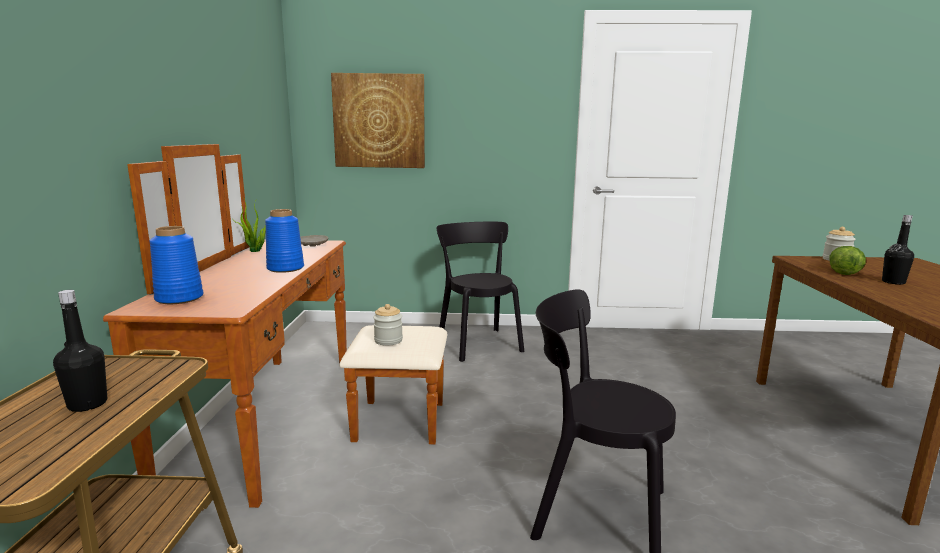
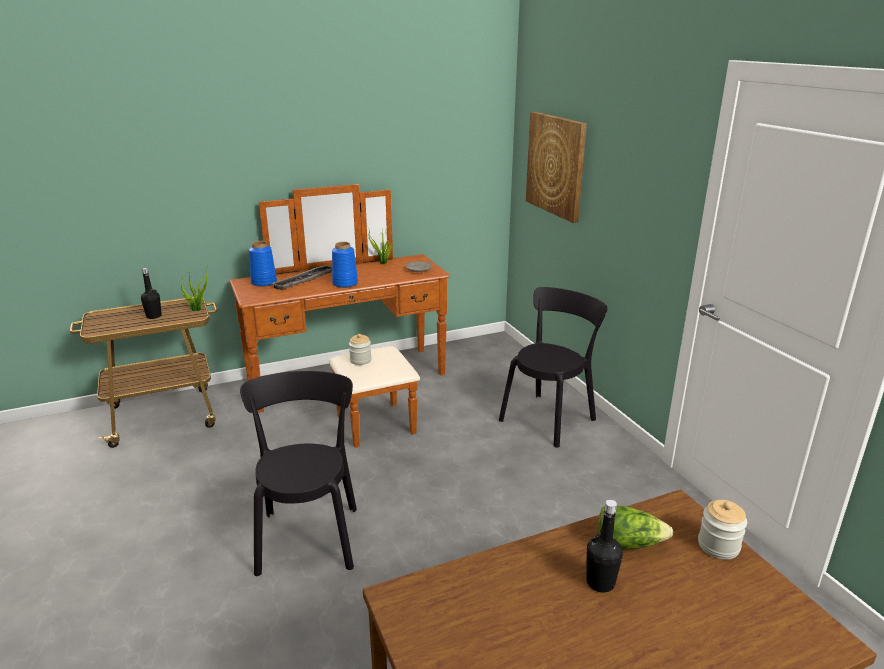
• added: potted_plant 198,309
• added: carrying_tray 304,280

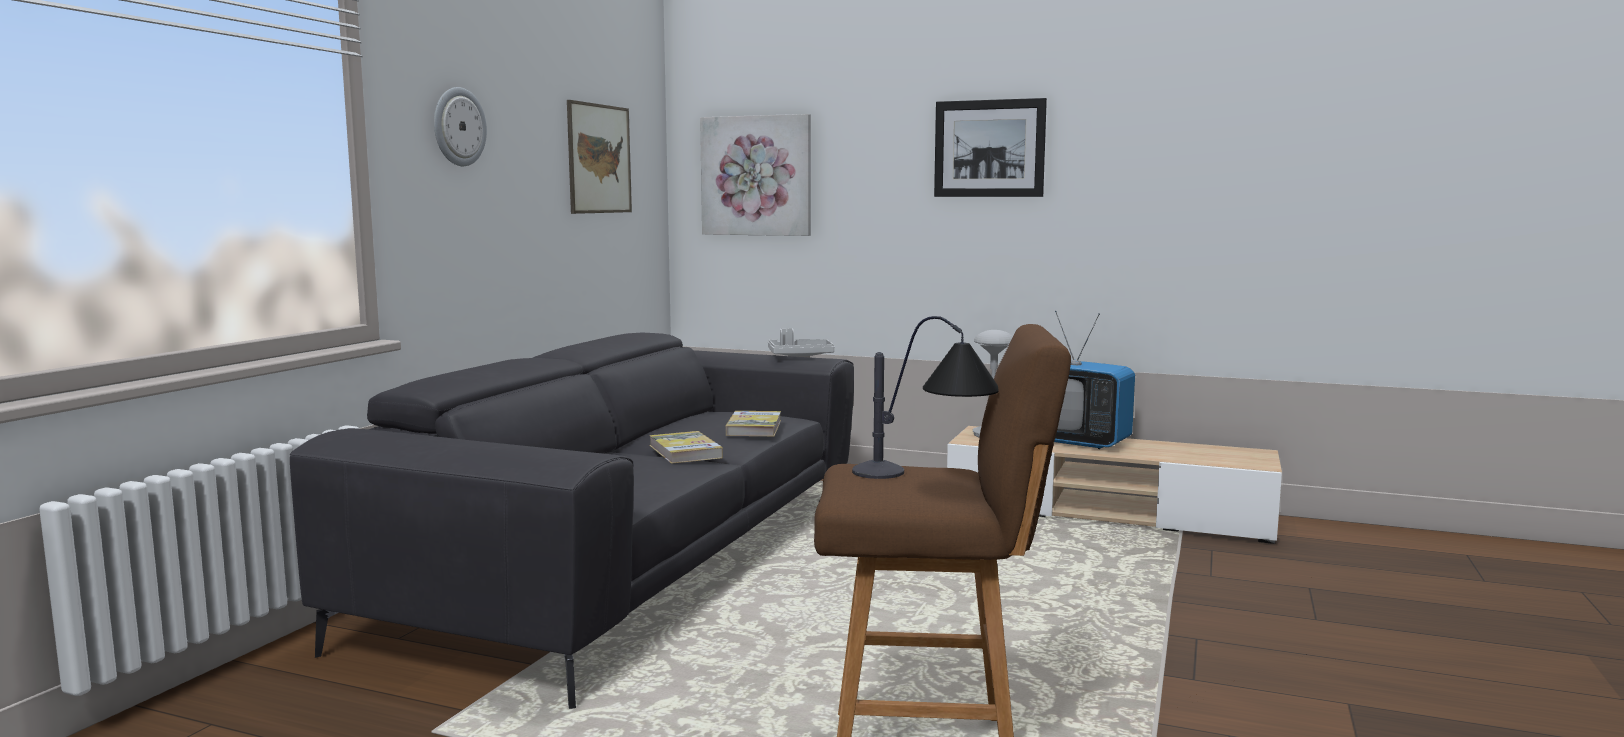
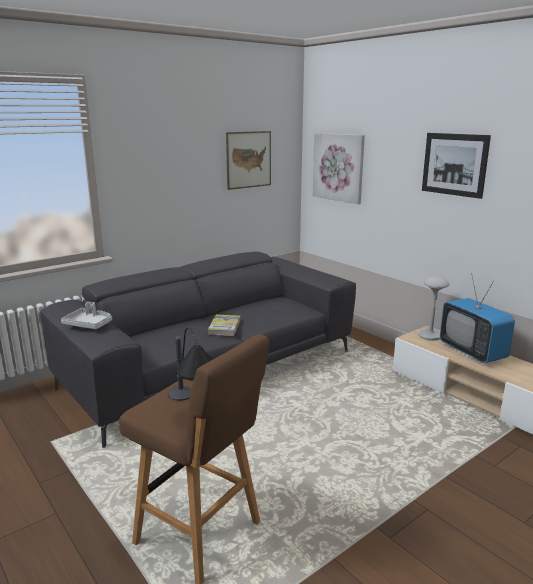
• moved: gray_carrying_tray 799,356 to 89,324
• removed: hanging_clock 458,127
• removed: book 754,428

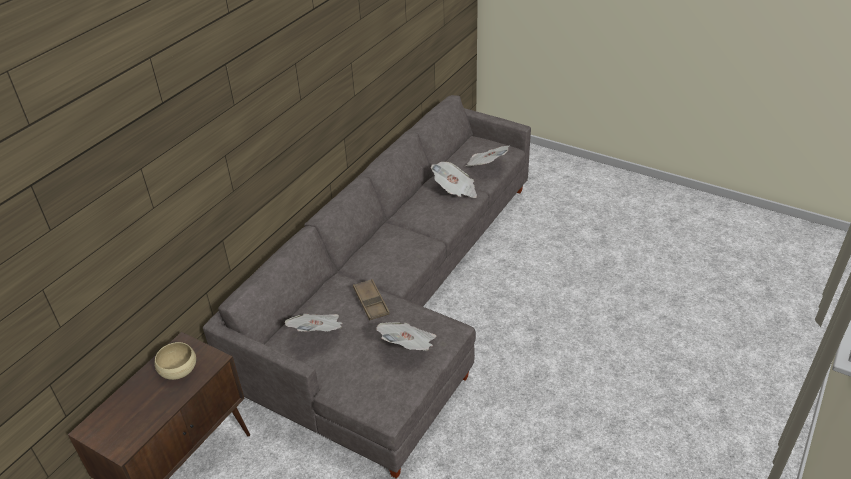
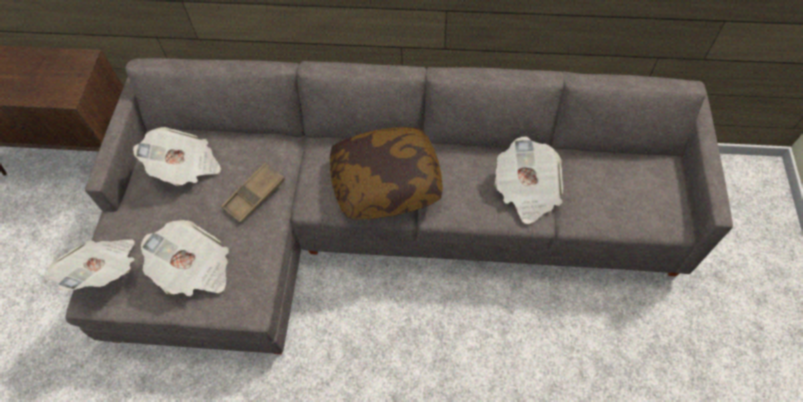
• moved: daily_paper 486,166 to 105,270
• added: pillow 386,183
• removed: beige_serving_bowl 178,369

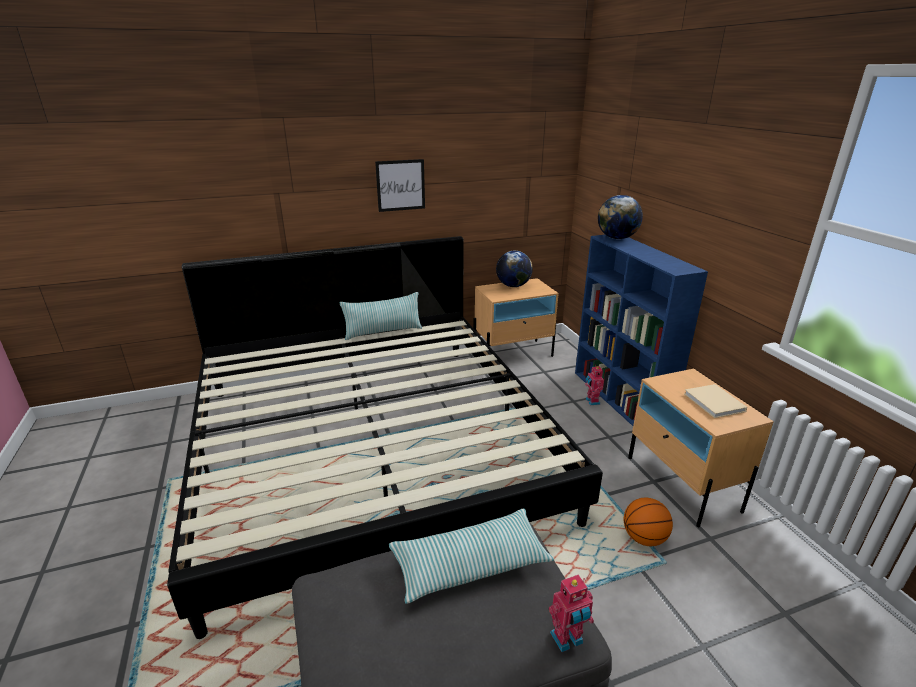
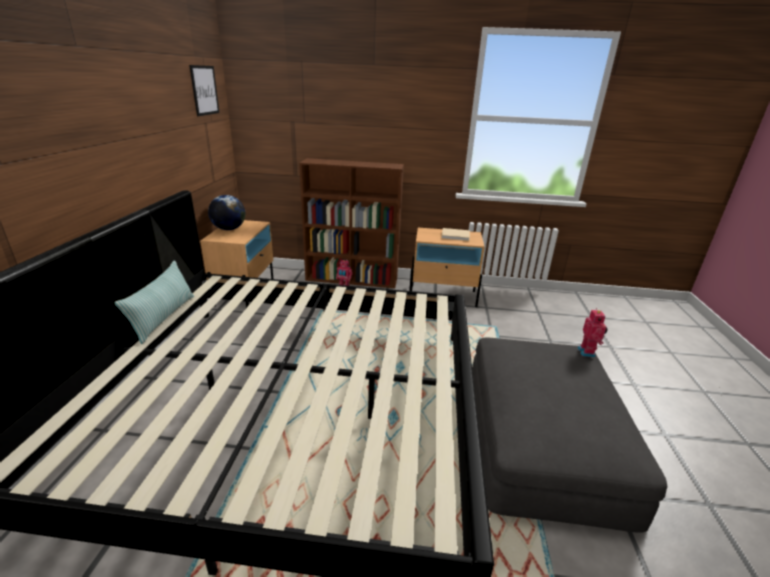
• moved: wall_picture 400,185 to 204,90
• recoloured: blue-coloured_shelving_unit 620,399 to brown-coloured_shelving_unit 353,279
• removed: pillow 470,564
• removed: globe 617,238
• removed: basketball 644,538

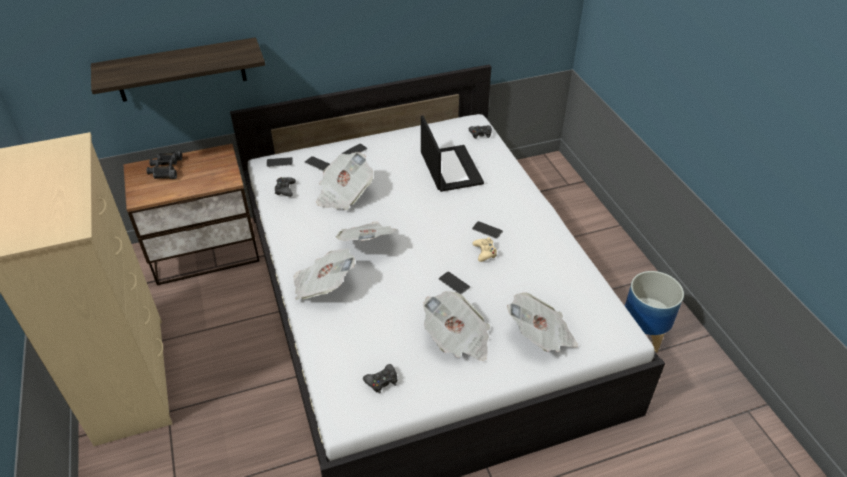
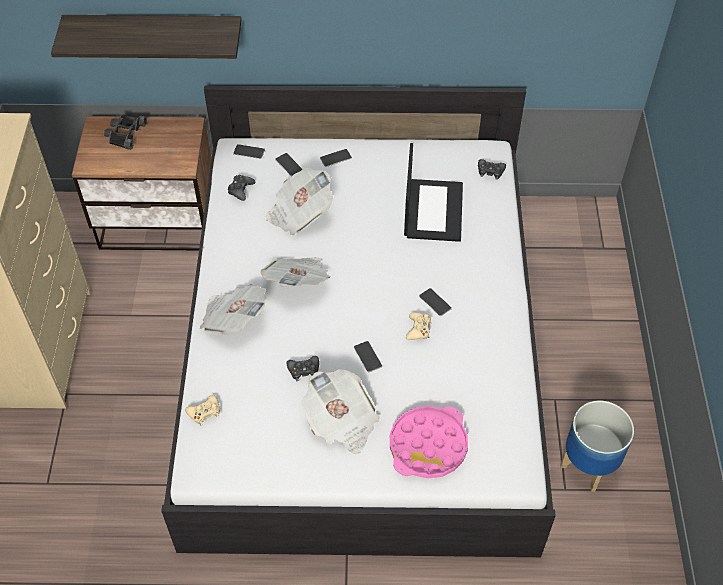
• added: beige_game_controller 204,412
• moved: blackish_game_controller 382,381 to 304,370
• replaced: daily_paper 541,336 to pink_carrying_tray 428,446

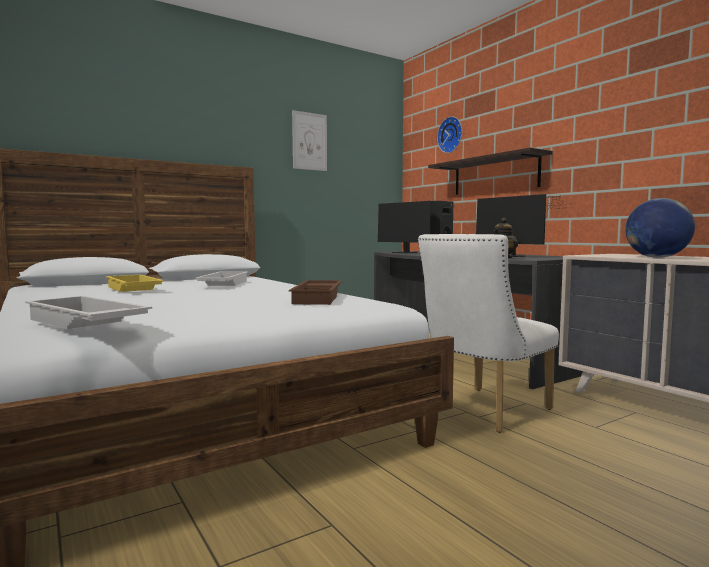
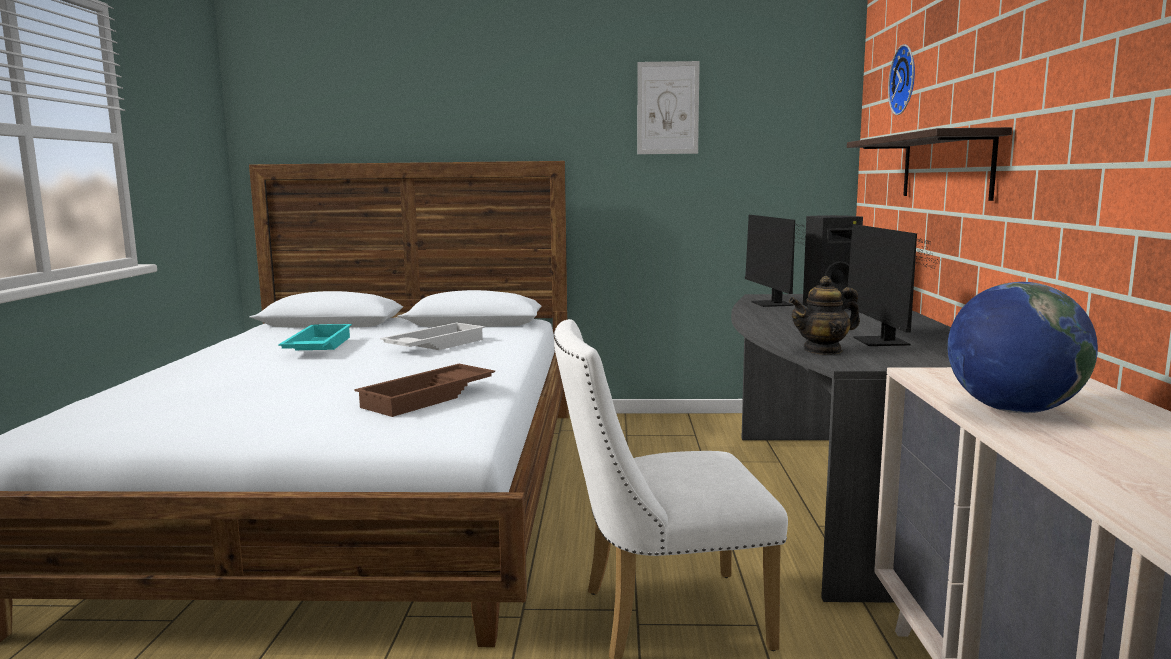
• recoloured: yellow_carrying_tray 132,289 to blue-green_carrying_tray 317,347
• removed: white-coloured_carrying_tray 84,323

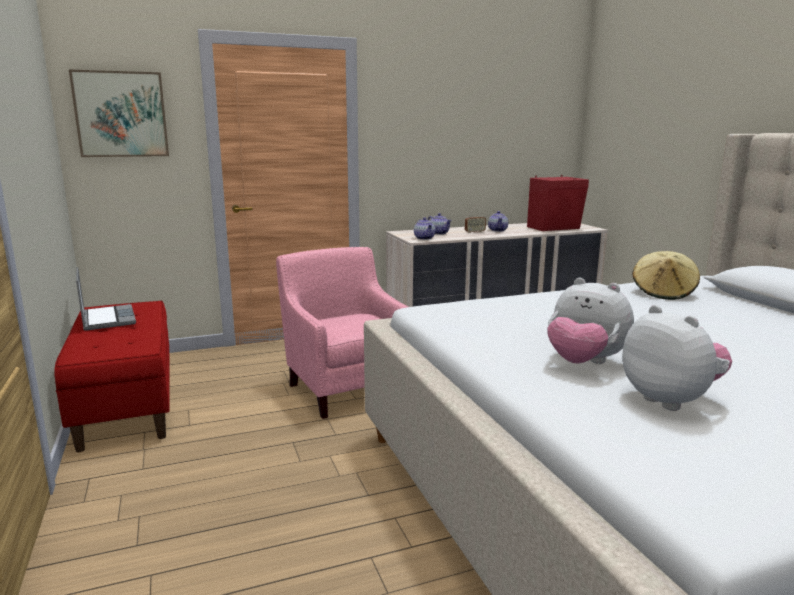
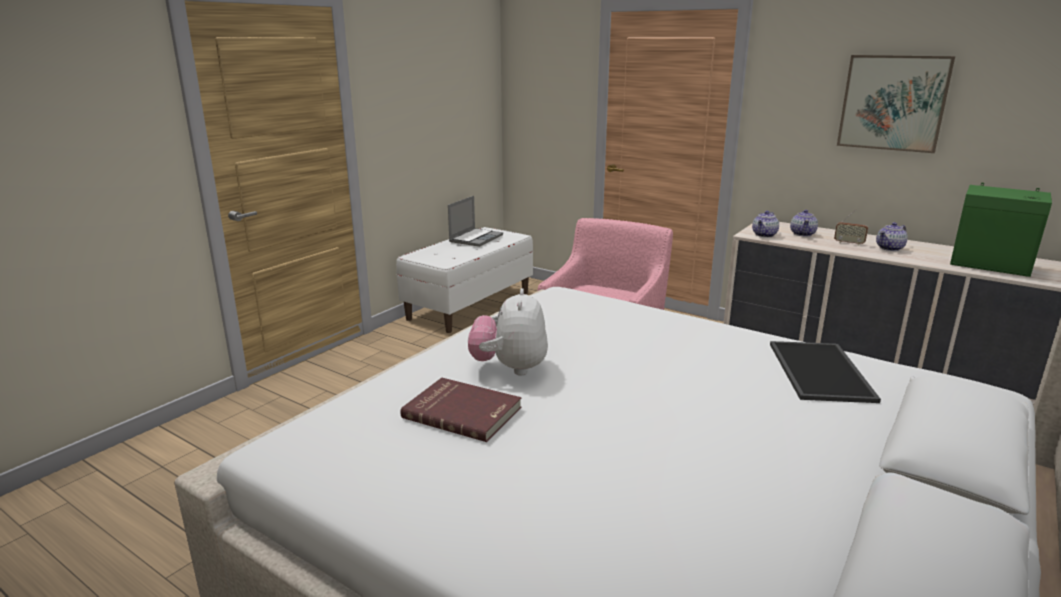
• recoloured: red-coloured_long_seat 126,405 to white-coloured_long_seat 469,305
• replaced: cuddly_toy 670,400 to red-coloured_book 463,412
• replaced: beige_hat 663,293 to carrying_tray 822,372
• moved: wall_picture 121,114 to 893,103
• recoloured: red-coloured_loudspeaker 555,228 to green-coloured_loudspeaker 991,266

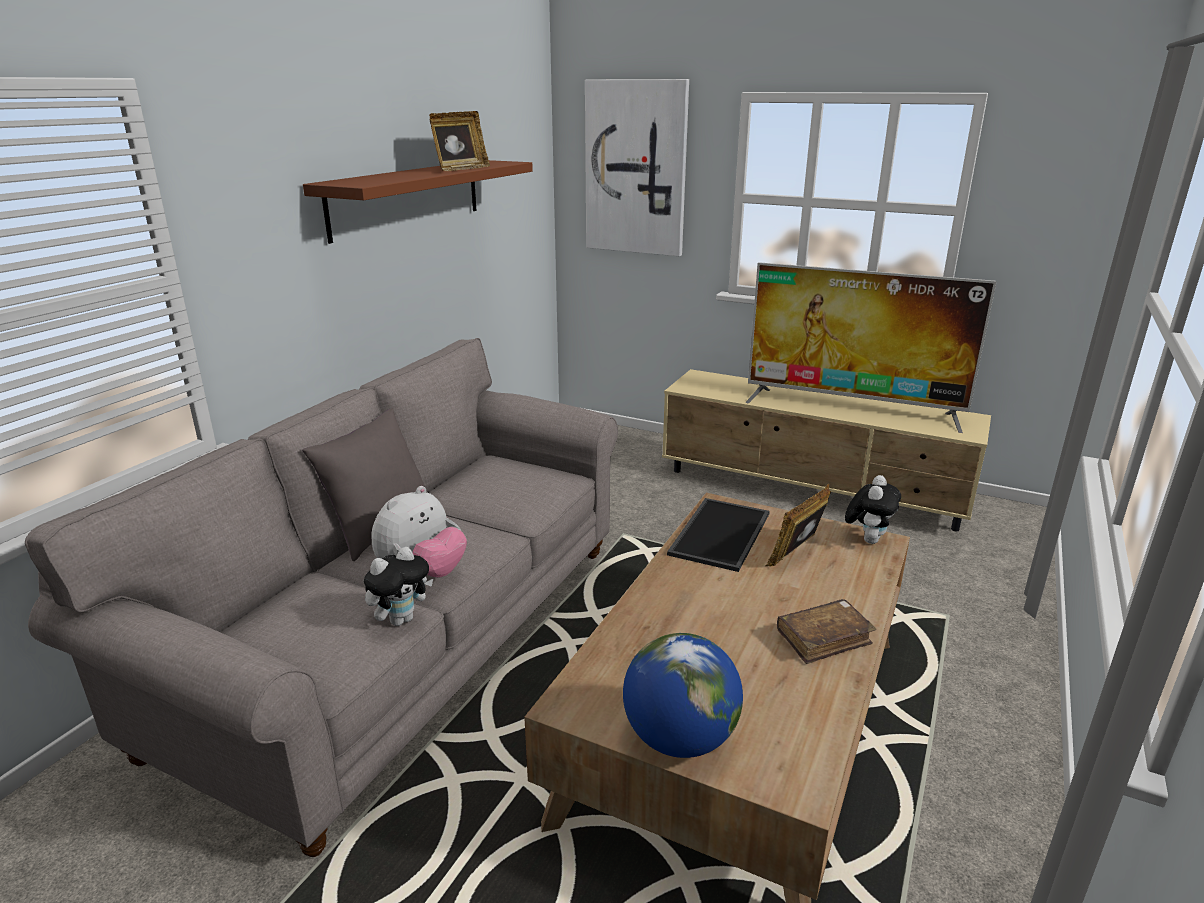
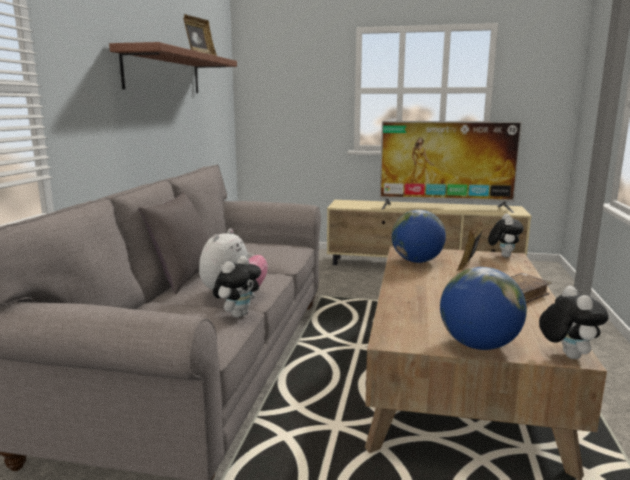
• replaced: carrying_tray 722,535 to globe 417,261
• added: cuddly_toy 566,355
• removed: wall_picture 636,168

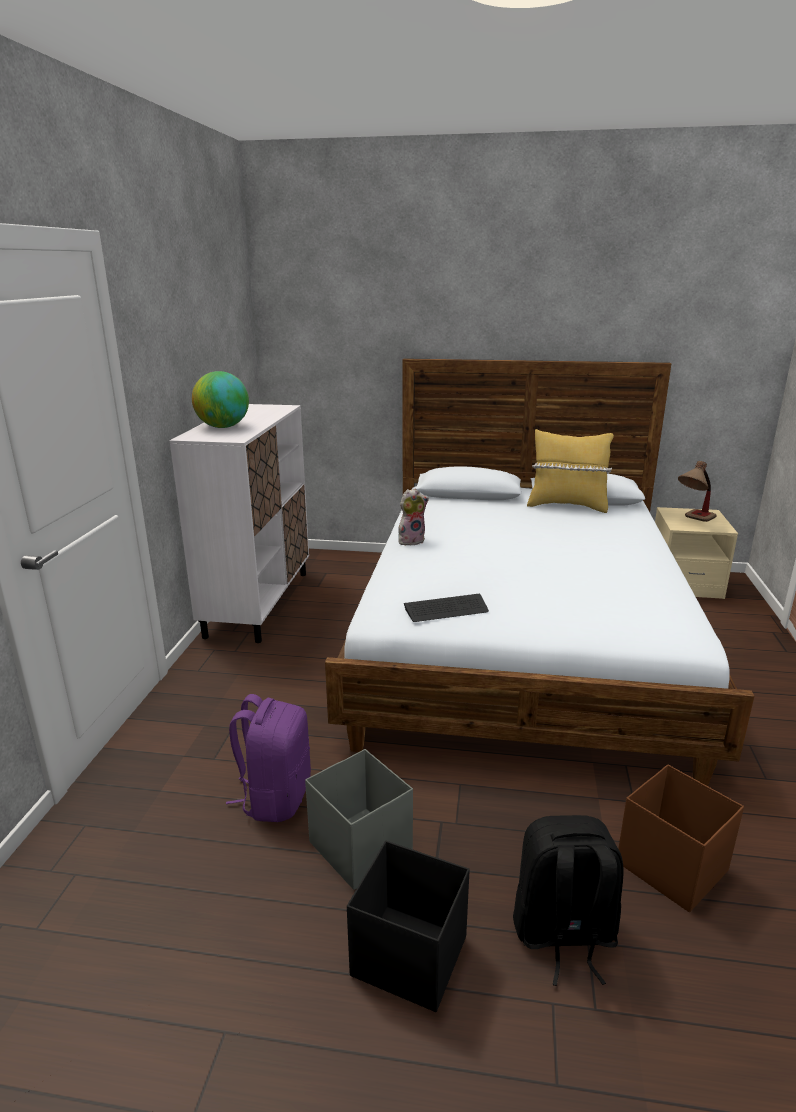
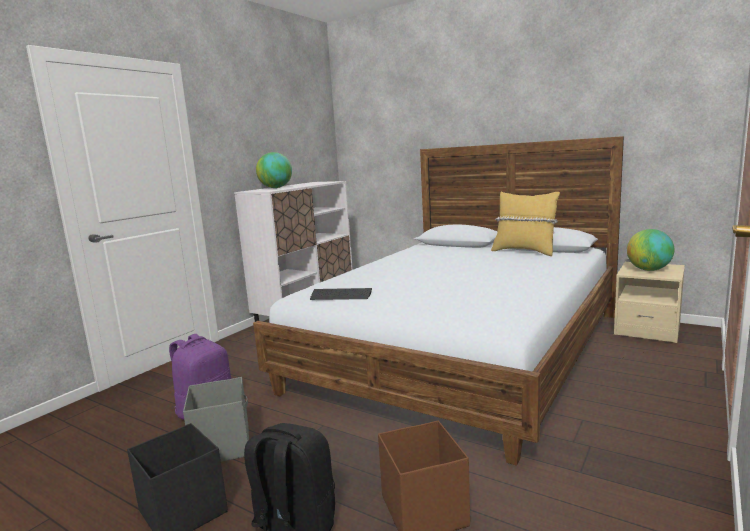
• replaced: lamp_for_a_table 693,520 to globe 648,270
• removed: cuddly_toy 411,540

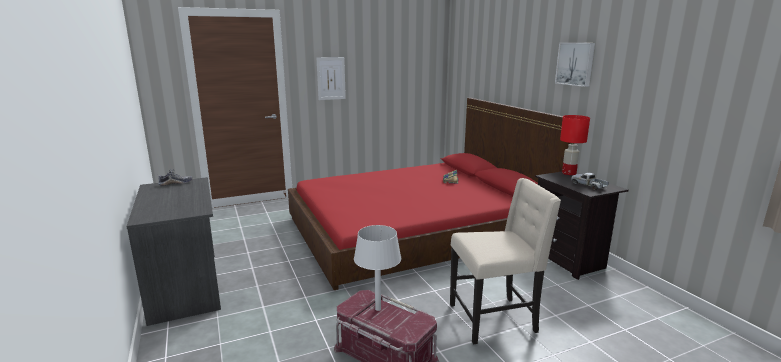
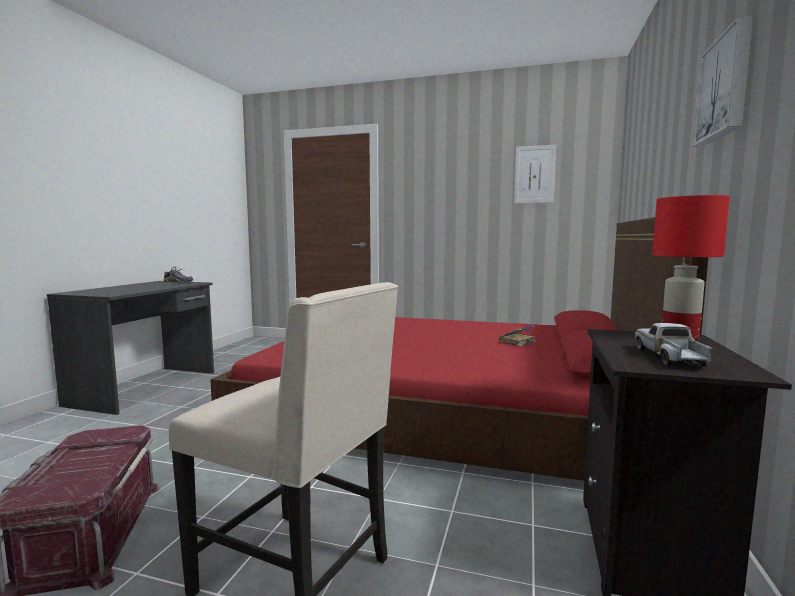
• moved: wall_picture 331,78 to 534,174
• removed: gray_lamp_for_a_table 378,309

